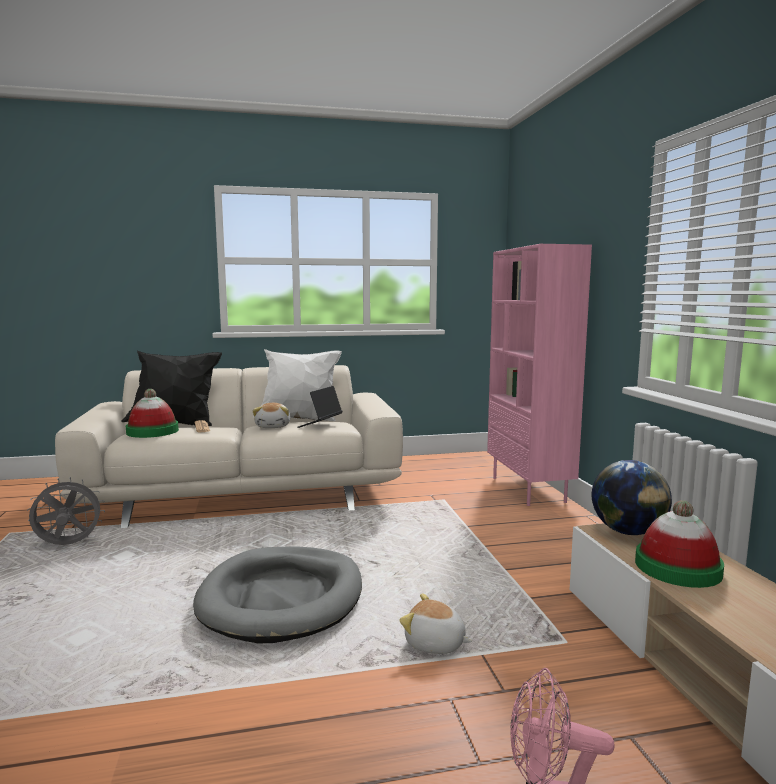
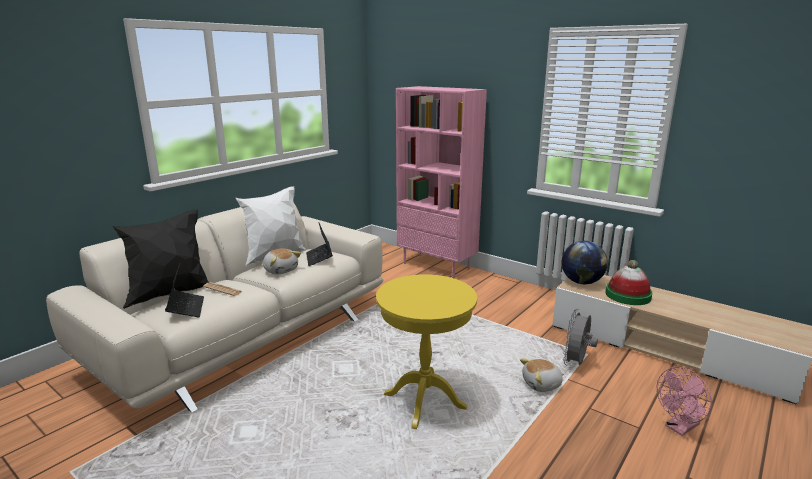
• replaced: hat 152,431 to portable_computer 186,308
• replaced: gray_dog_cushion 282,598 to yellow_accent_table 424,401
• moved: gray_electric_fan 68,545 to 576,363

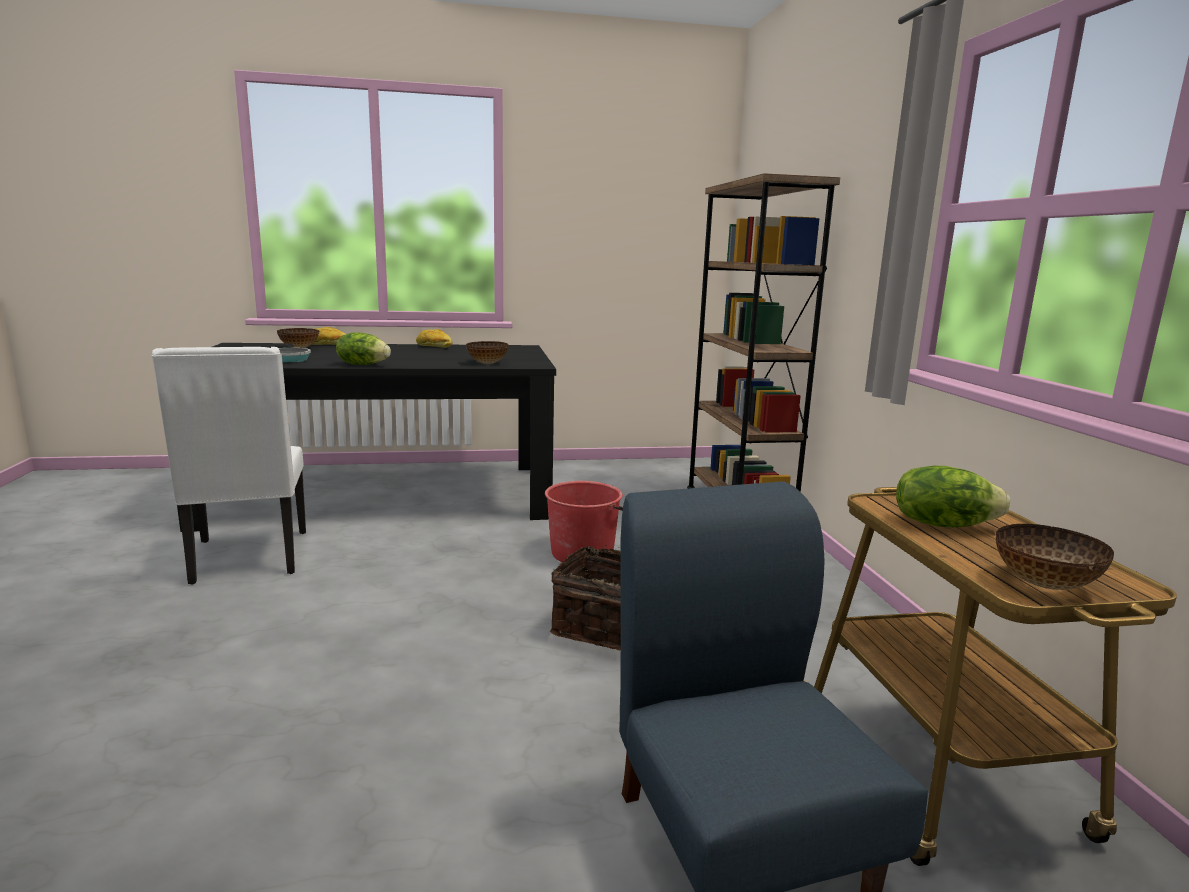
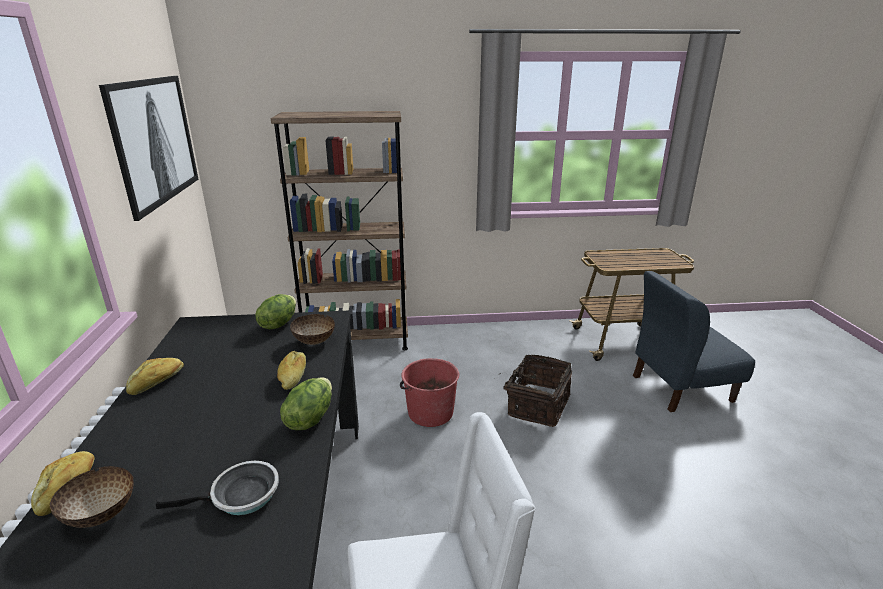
• added: wall_picture 155,141
• moved: lettuce 942,524 to 278,323
• added: bakery_bread 293,377
• removed: serving_bowl 1042,584

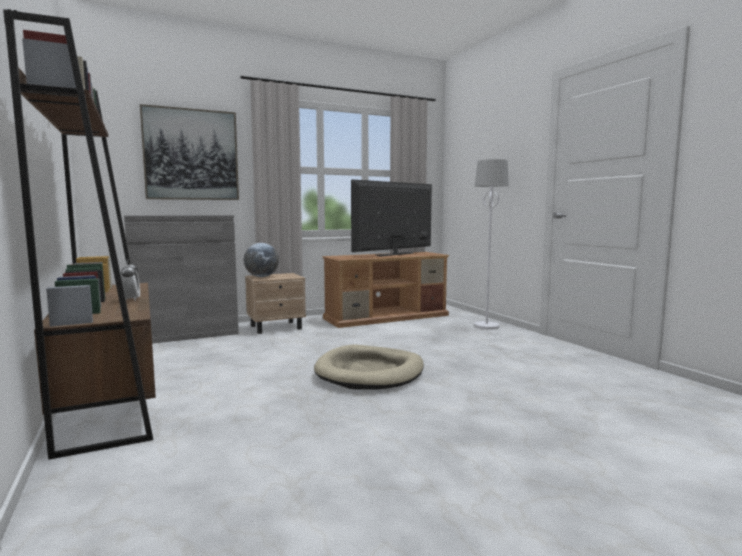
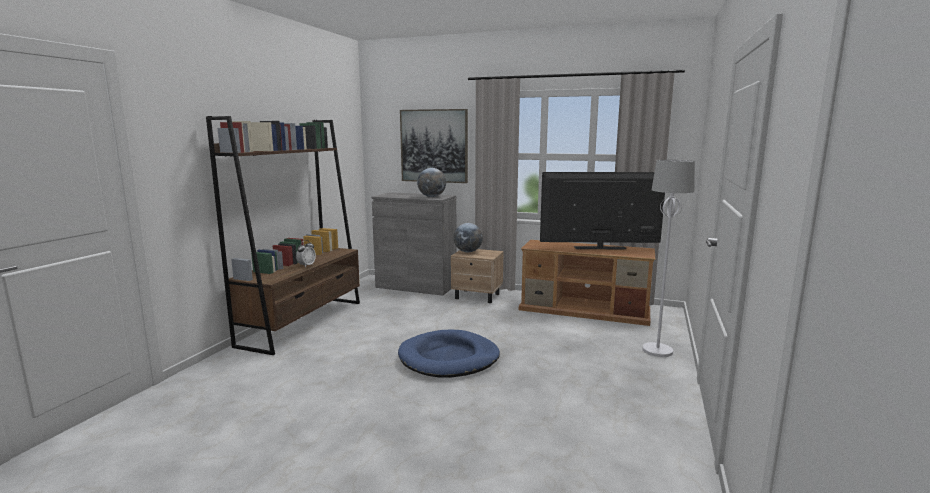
• recoloured: beige_dog_cushion 370,372 to blue-coloured_dog_cushion 449,358
• added: globe 431,196

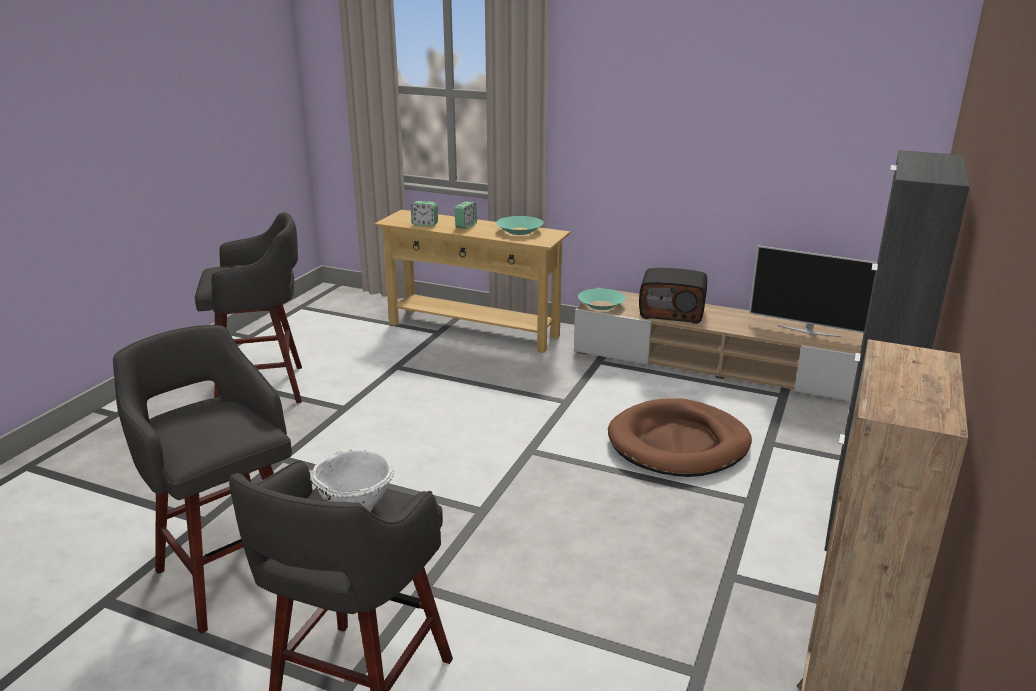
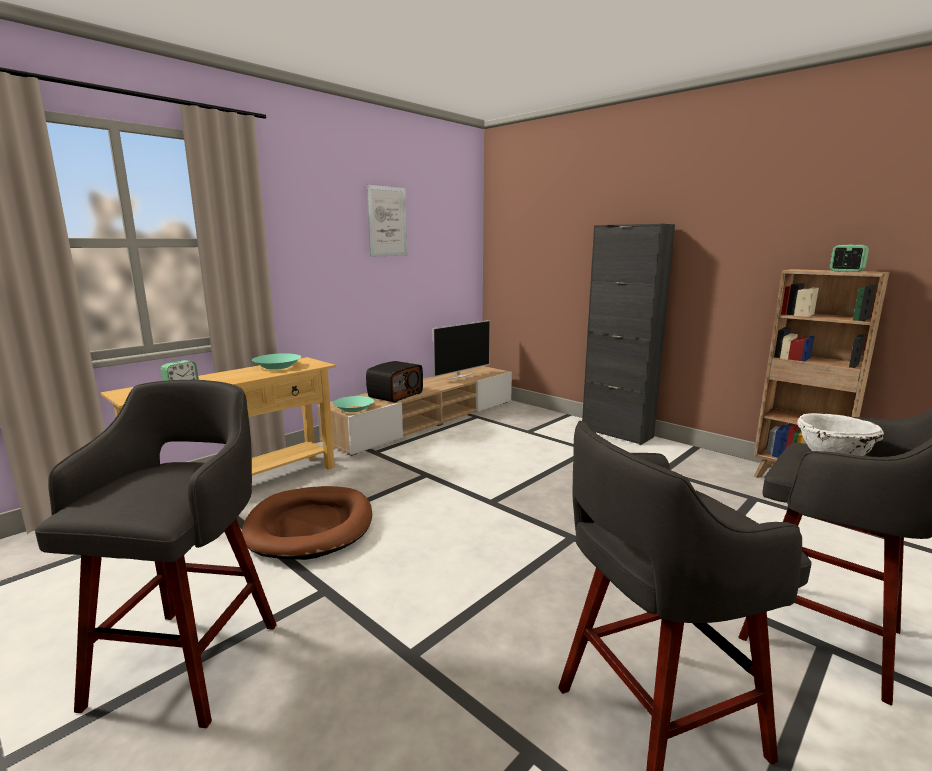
• moved: brown-coloured_dog_cushion 678,443 to 310,526
• added: wall_picture 387,221
• moved: alarm_clock 466,226 to 846,271

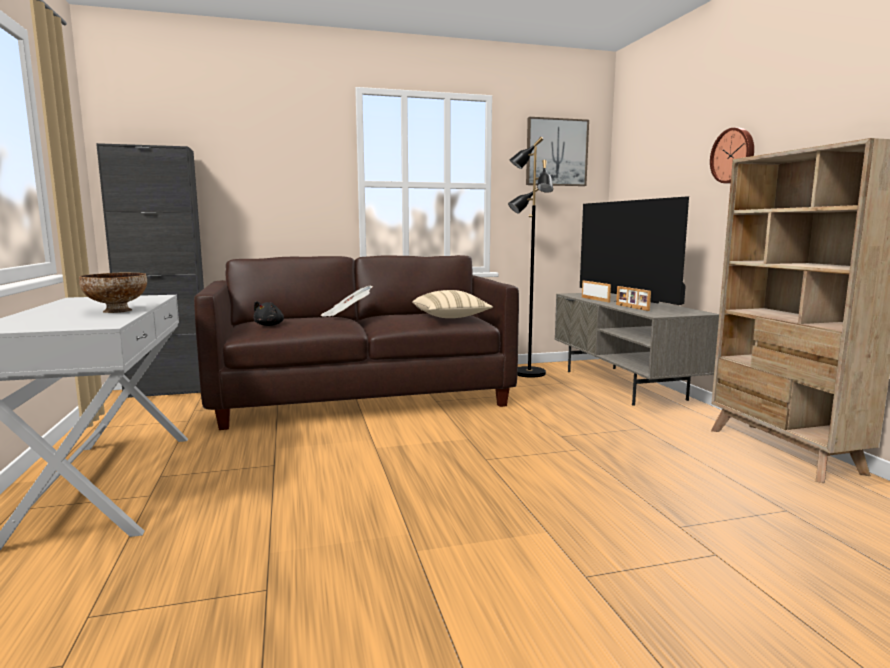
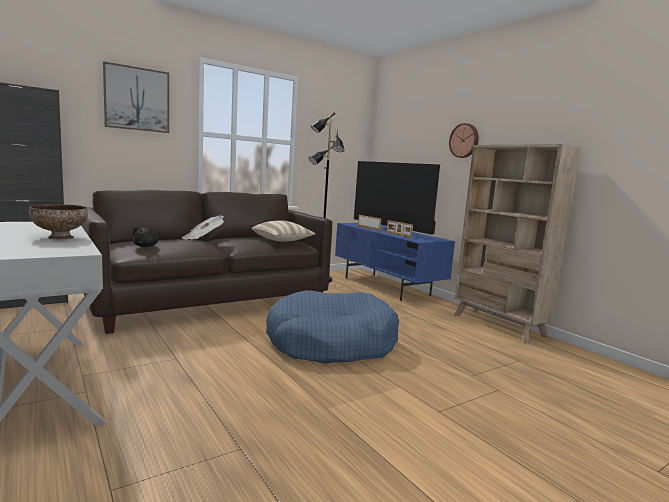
• moved: wall_picture 556,152 to 137,99
• added: blue-coloured_dog_cushion 331,343
• recoloured: gray_tv_stand 624,385 to blue-coloured_tv_stand 387,286

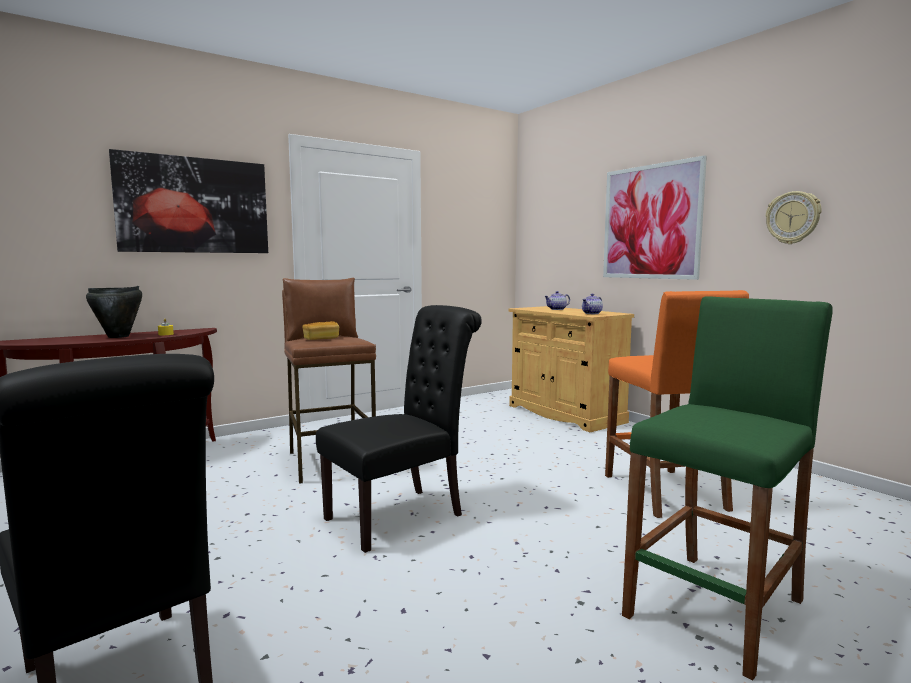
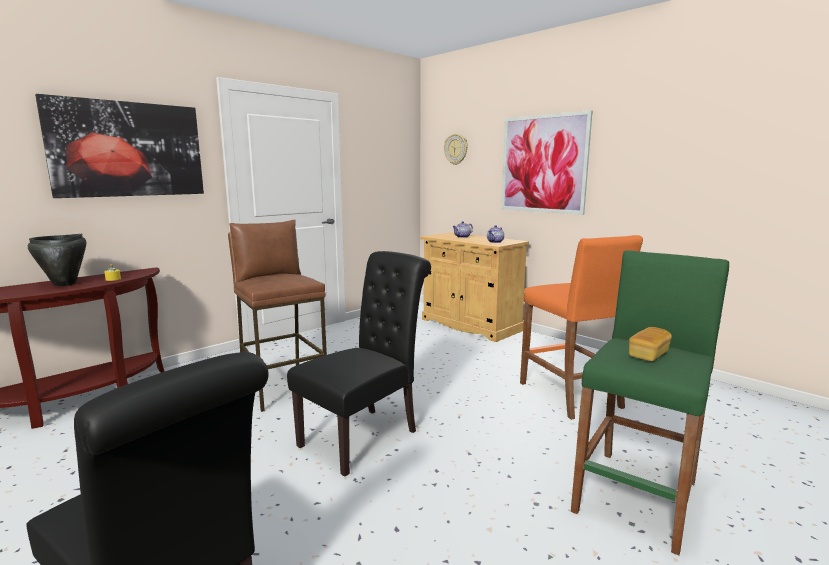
• moved: hanging_clock 793,218 to 456,149
• moved: bakery_bread 321,339 to 648,354

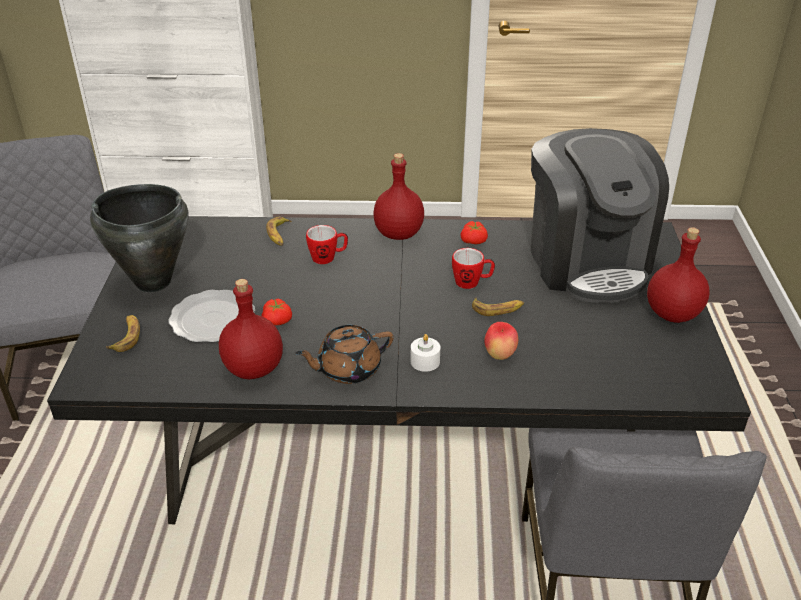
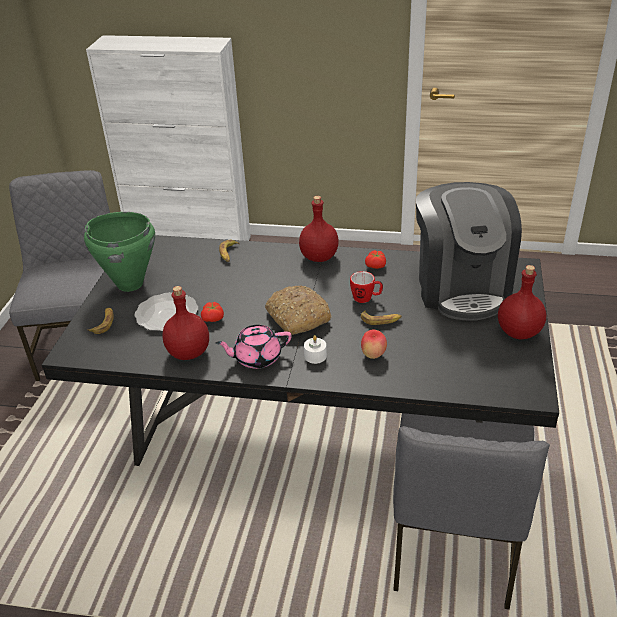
• recoloured: blackish_cooking_pot 152,281 to green-coloured_cooking_pot 129,284
• recoloured: brown-coloured_teapot 347,369 to pink_teapot 256,357
• added: bakery_bread 297,317
• removed: mug 328,258

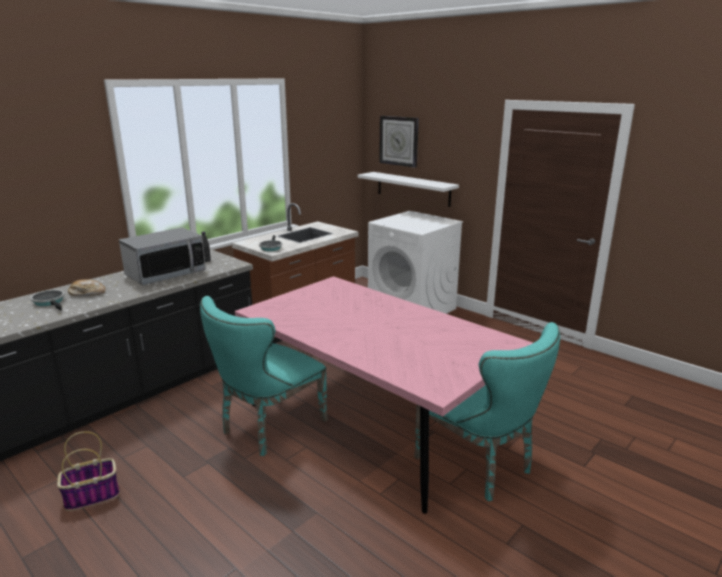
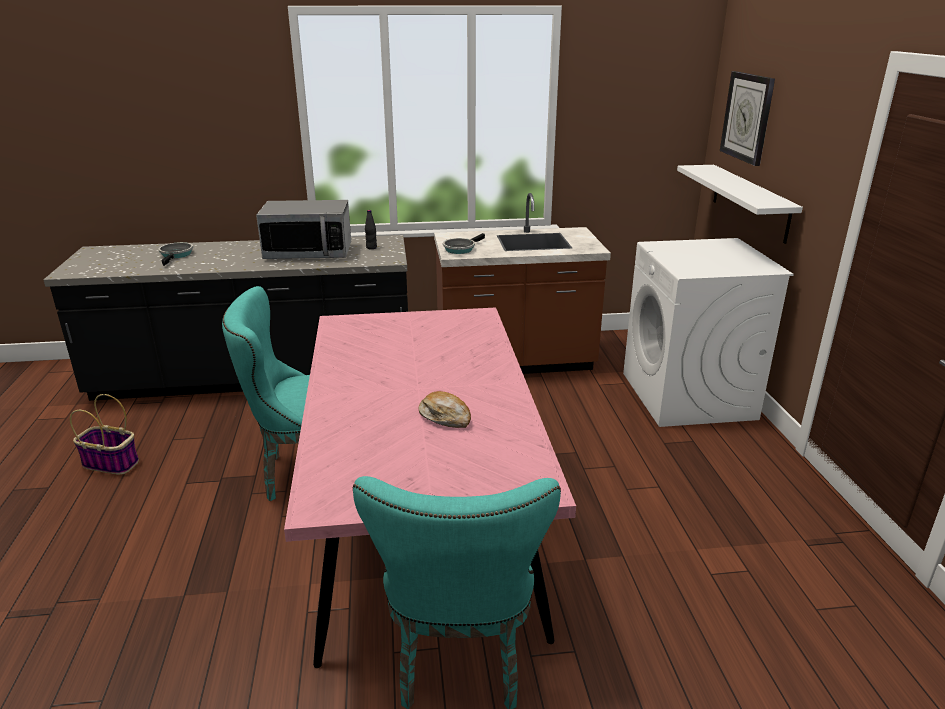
• moved: bakery_bread 87,293 to 445,417

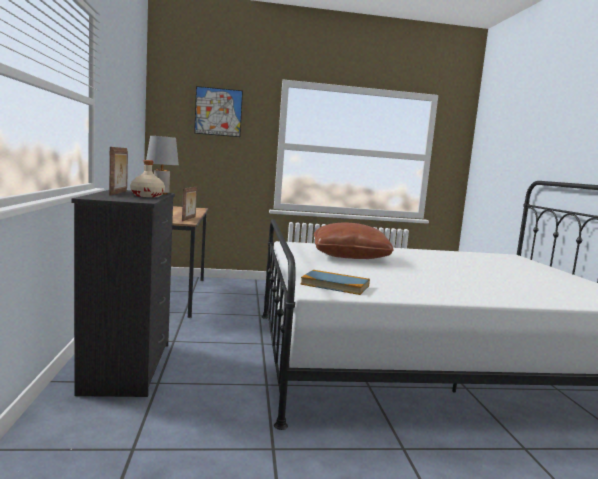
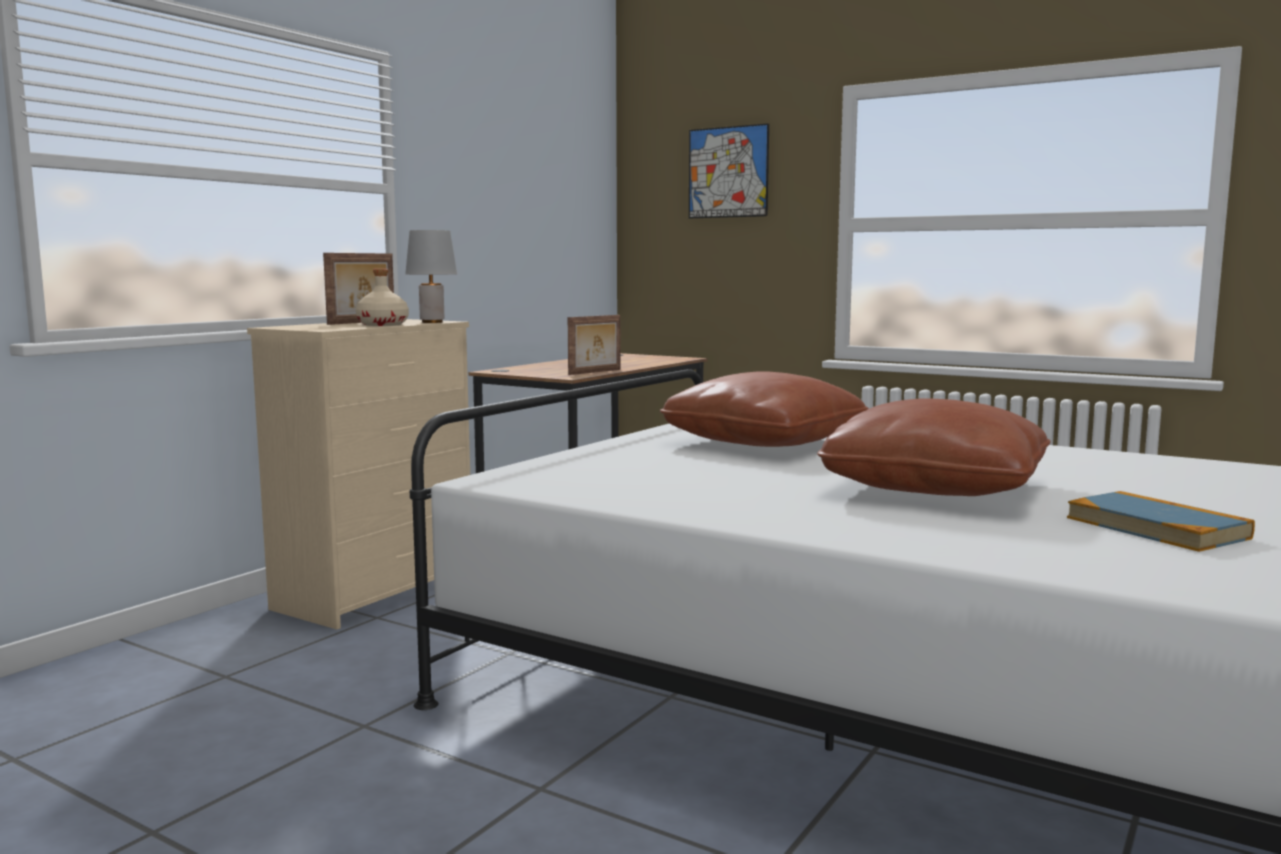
• recoloured: blackish_dresser 128,367 to beige_dresser 378,592
• added: brown-coloured_pillow 934,488
• moved: book 335,285 to 1156,528

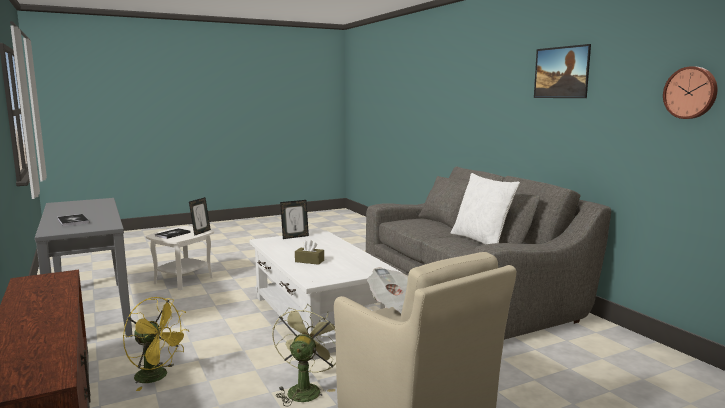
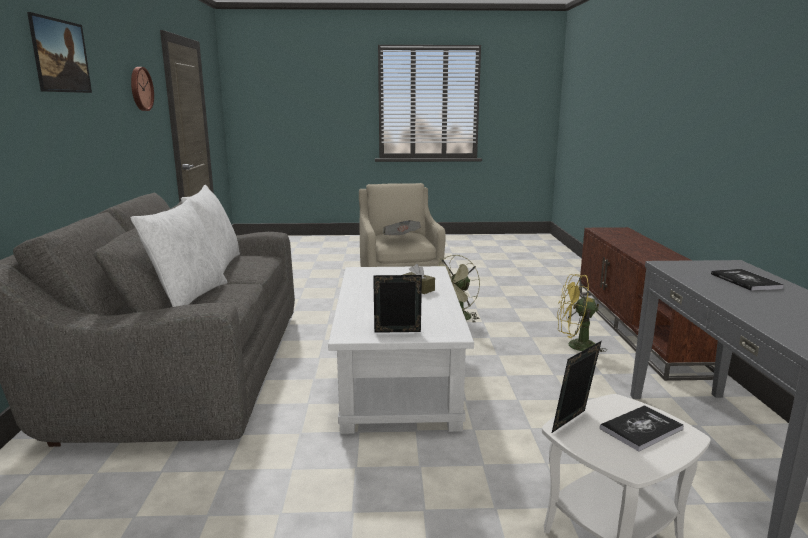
• added: white-coloured_pillow 188,297
• turned: yellow_electric_fan 157,377 = 575,346 45 degrees counterclockwise

